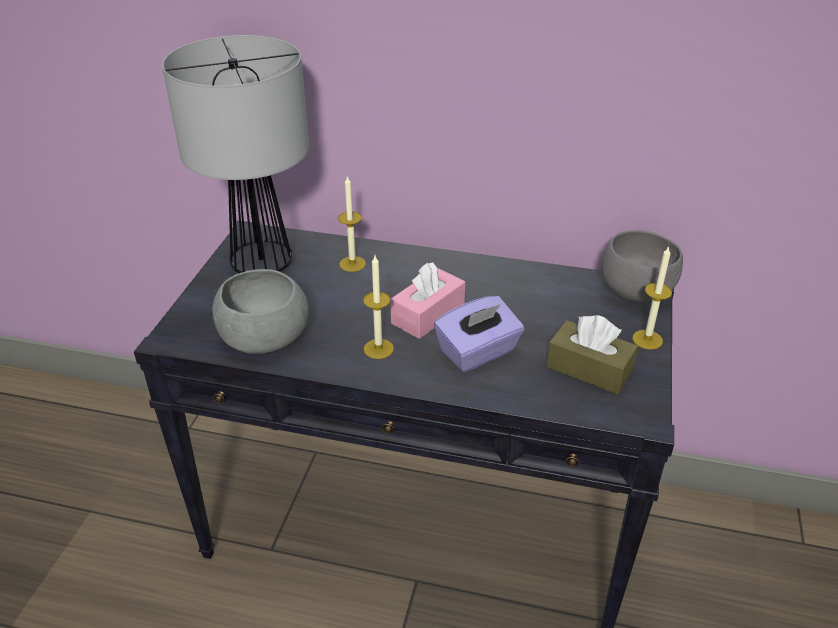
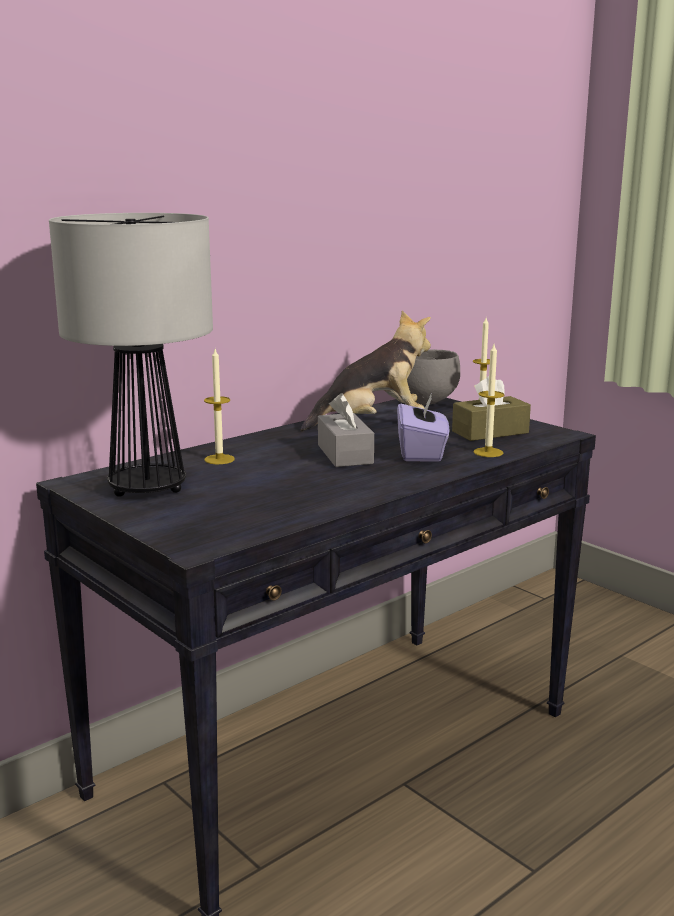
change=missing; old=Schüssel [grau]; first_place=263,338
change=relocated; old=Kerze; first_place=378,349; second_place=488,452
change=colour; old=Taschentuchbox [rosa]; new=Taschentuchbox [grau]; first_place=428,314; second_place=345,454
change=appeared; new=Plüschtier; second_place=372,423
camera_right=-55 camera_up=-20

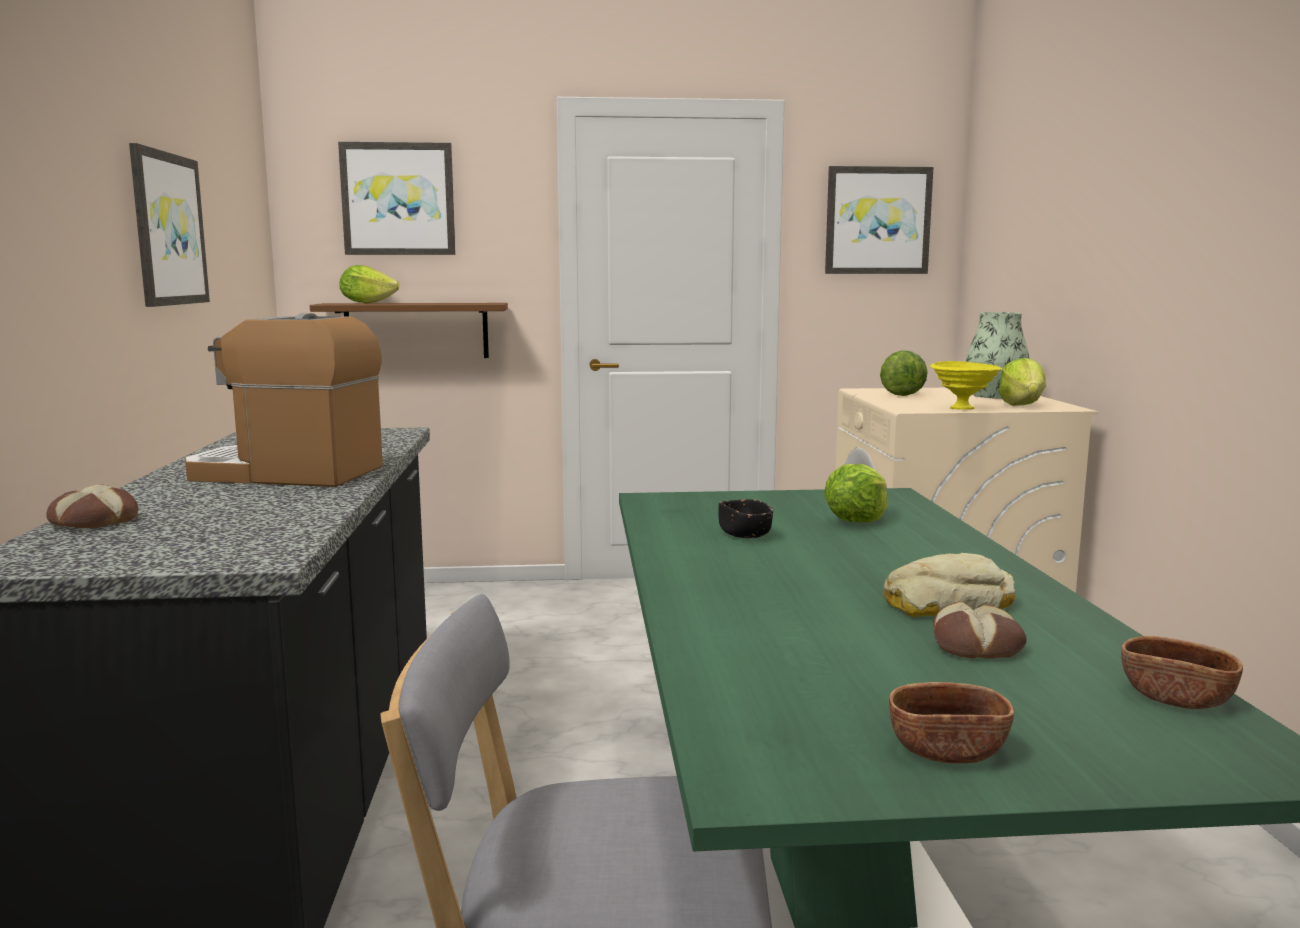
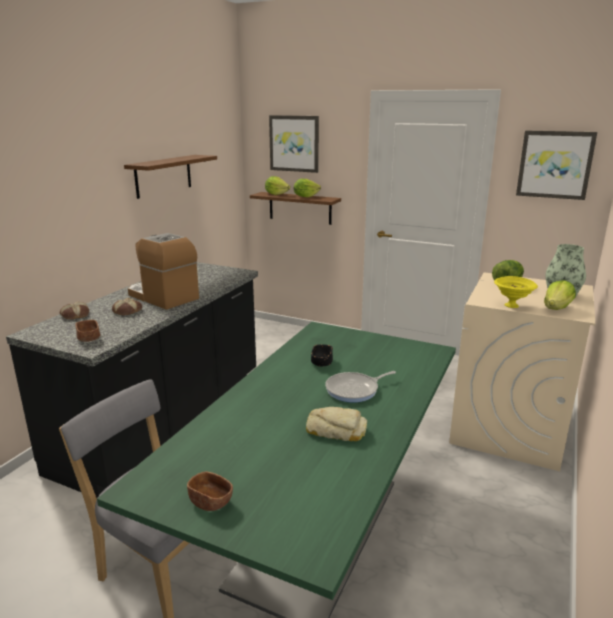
change=exchanged; old=Bild; new=Wandregal [braun]; first_place=167,229; second_place=163,176
change=relocated; old=Salatkopf; first_place=856,520; second_place=305,196
change=relocated; old=Brot; first_place=977,645; second_place=127,311
change=relocated; old=Schüssel [braun]; first_place=1176,698; second_place=89,338
change=appeared; new=Pfanne; second_place=354,390
camera_right=30 camera_up=10

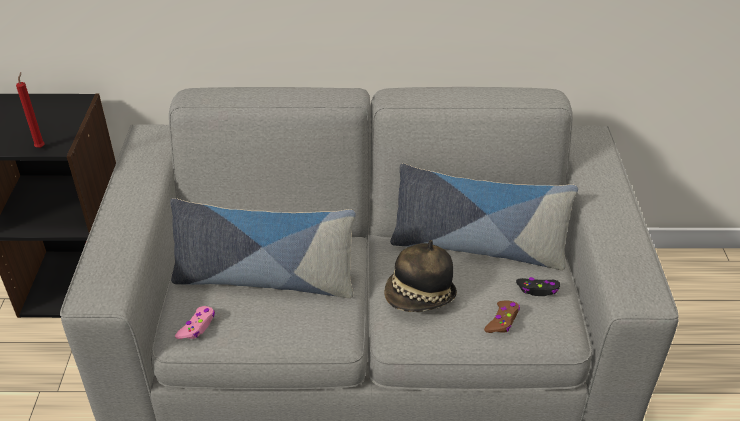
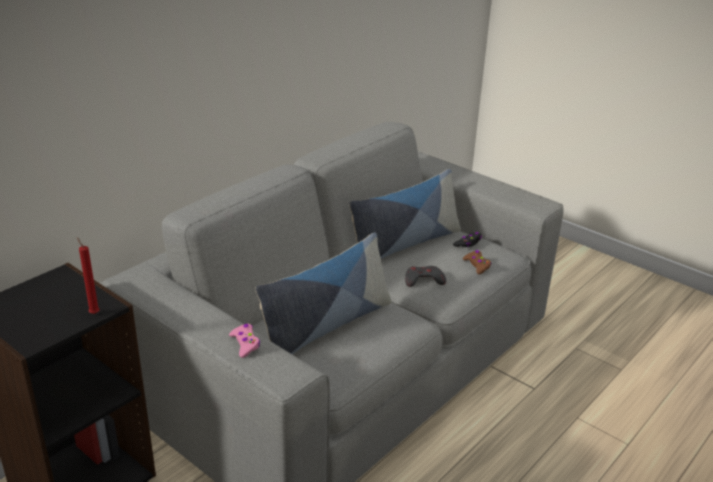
change=relocated; old=Gamepad [rosa]; first_place=197,327; second_place=245,344
change=exchanged; old=Hut; new=Gamepad [grau]; first_place=420,297; second_place=423,280
camera_right=-50 camera_up=-10

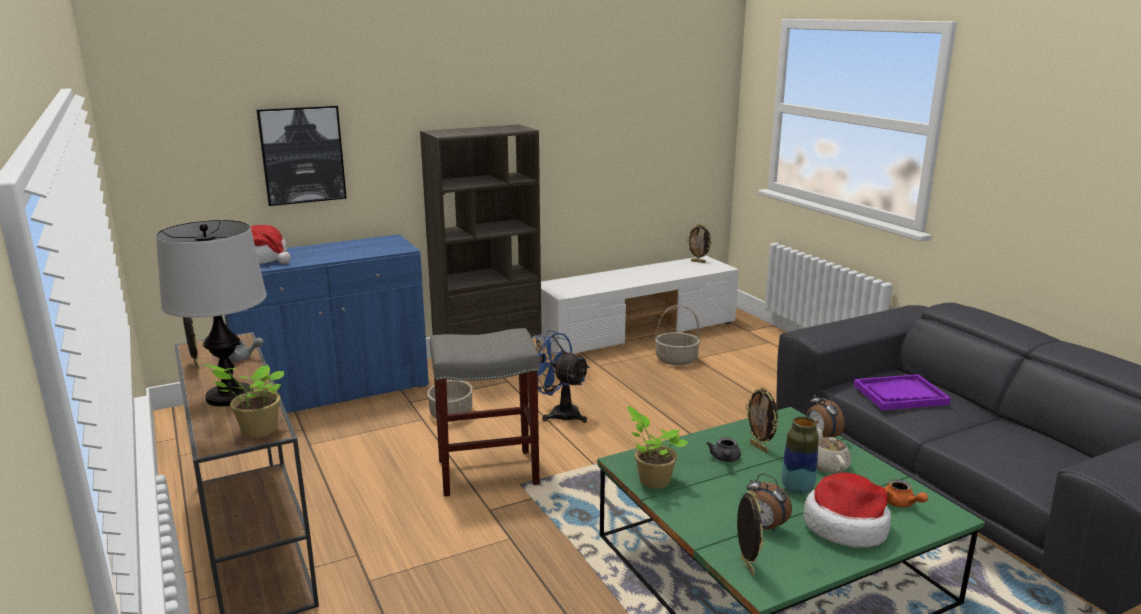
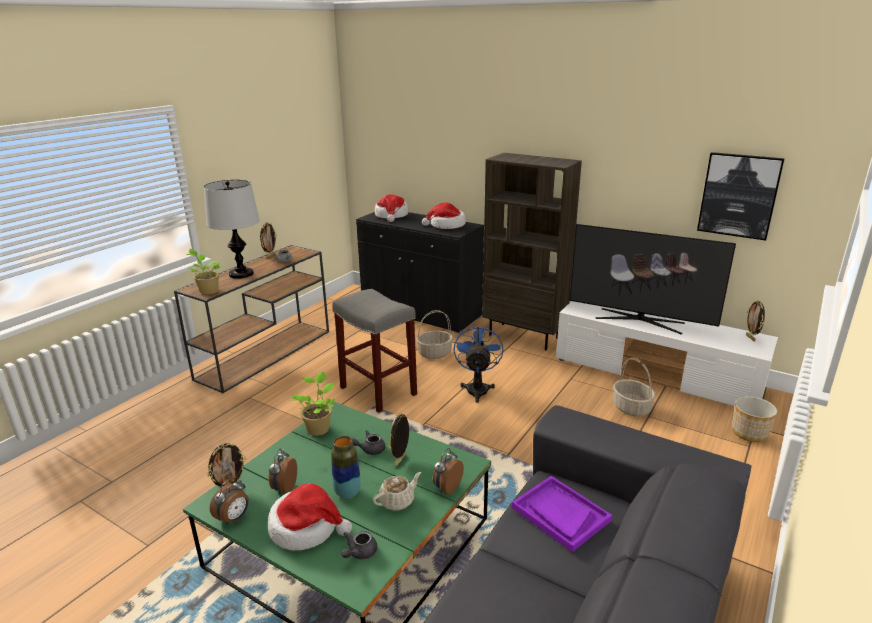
change=colour; old=Schrank [blau]; new=Schrank [schwarz]; first_place=334,391; second_place=421,312
change=relocated; old=Bild; first_place=302,155; second_place=739,195
change=colour; old=Teekanne [orange]; new=Teekanne [grau]; first_place=901,504; second_place=359,553
change=appeared; new=Wecker; second_place=234,518
change=appeared; new=Hut; second_place=446,225
change=appeared; new=Fernseher; second_place=639,320
change=appeared; new=Pflanzkübel; second_place=749,433
camera_right=60 camera_up=5

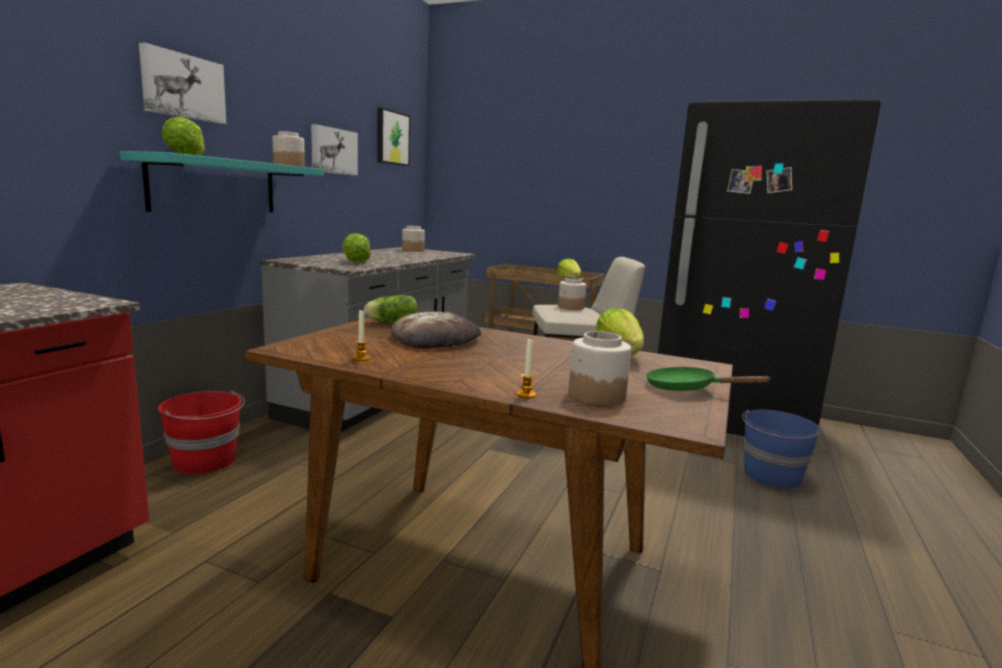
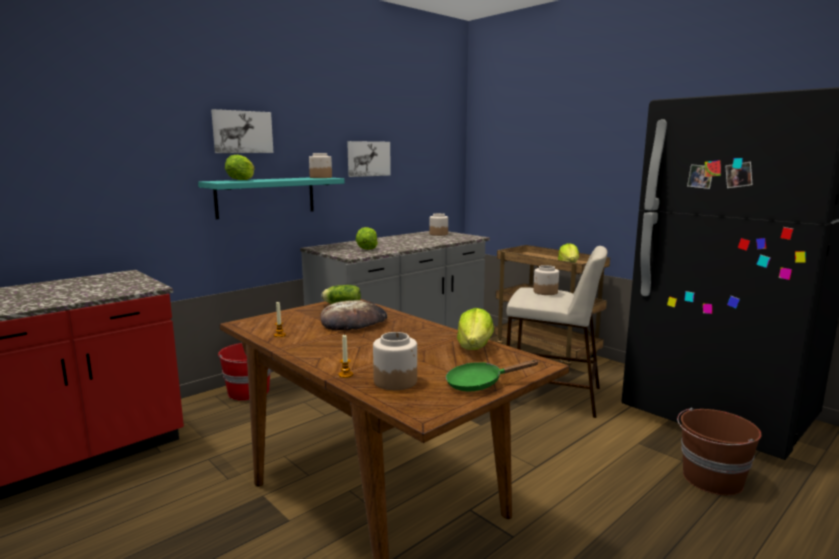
change=missing; old=Bild; first_place=391,138
change=spun; old=Pfanne [grün]; first_place=687,389; second_place=479,384; degrees=-60
change=colour; old=Eimer [blau]; new=Eimer [braun]; first_place=772,476; second_place=711,479
camera_right=25 camera_up=0

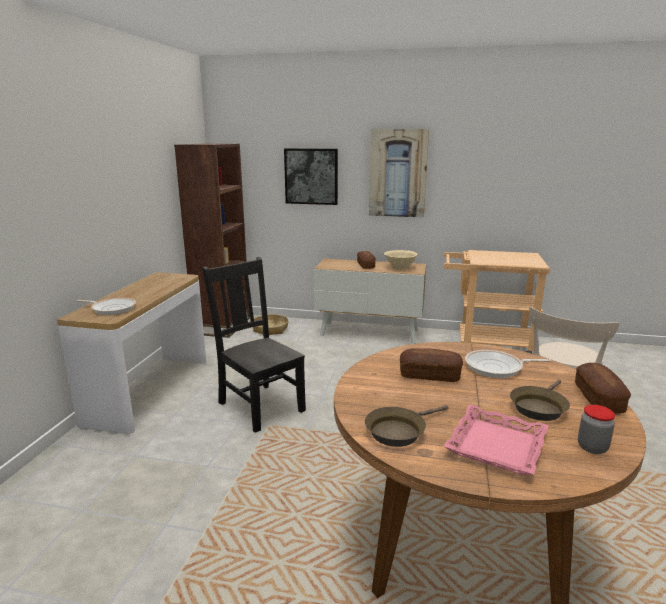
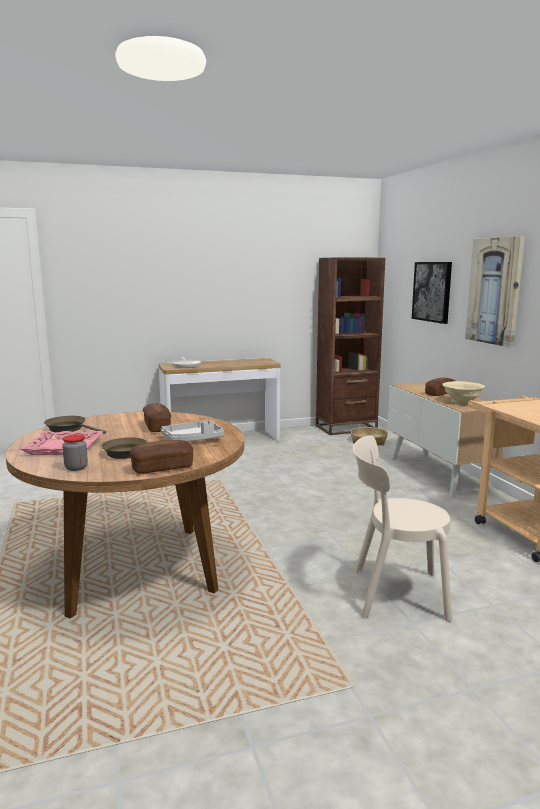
change=missing; old=Stuhl [schwarz]; first_place=259,405
change=exchanged; old=Pfanne; new=Tablett [grau]; first_place=497,368; second_place=193,439
camera_right=60 camera_up=-5

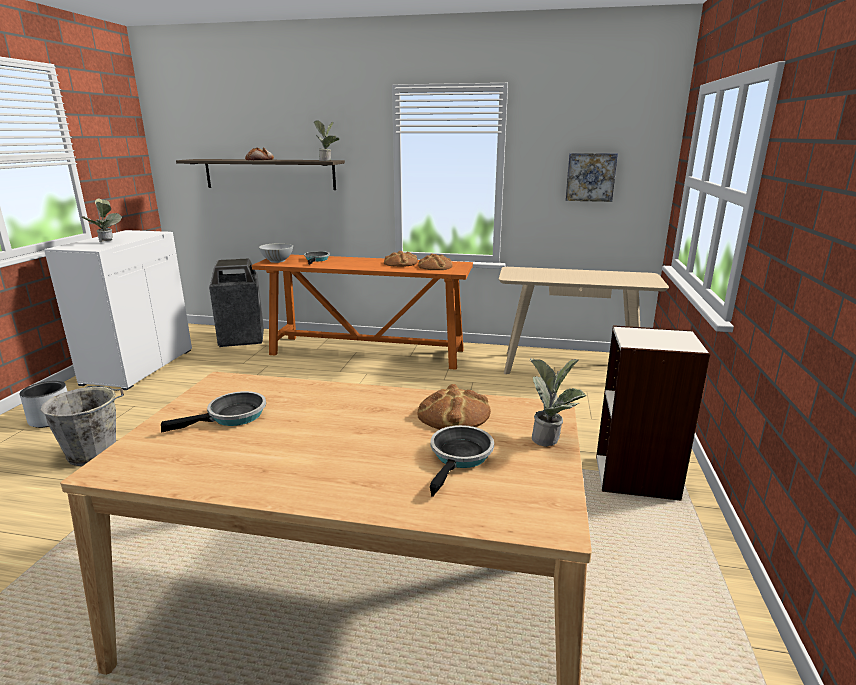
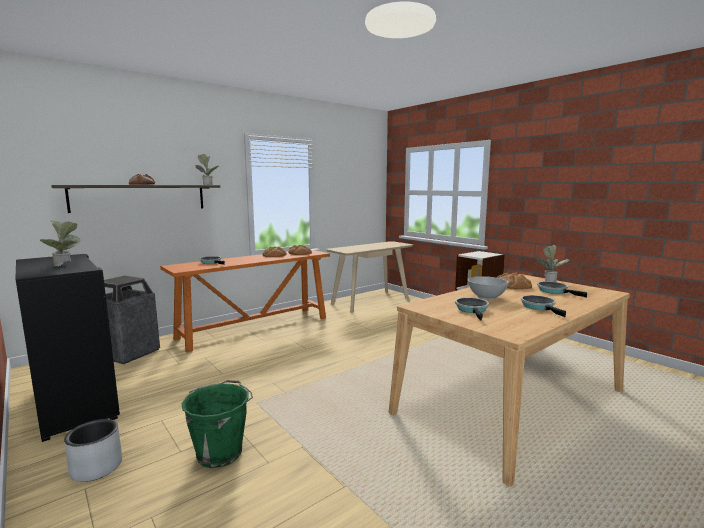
change=colour; old=Eimer [grau]; new=Eimer [grün]; first_place=95,453; second_place=220,452
change=colour; old=Schrank [weiß]; new=Schrank [schwarz]; first_place=138,366; second_place=74,404
change=relocated; old=Schüssel [weiß]; first_place=277,261; second_place=486,297
change=missing; old=Bild; first_place=590,177
change=appeared; new=Pfanne; second_place=539,307
camera_right=-50 camera_up=-10

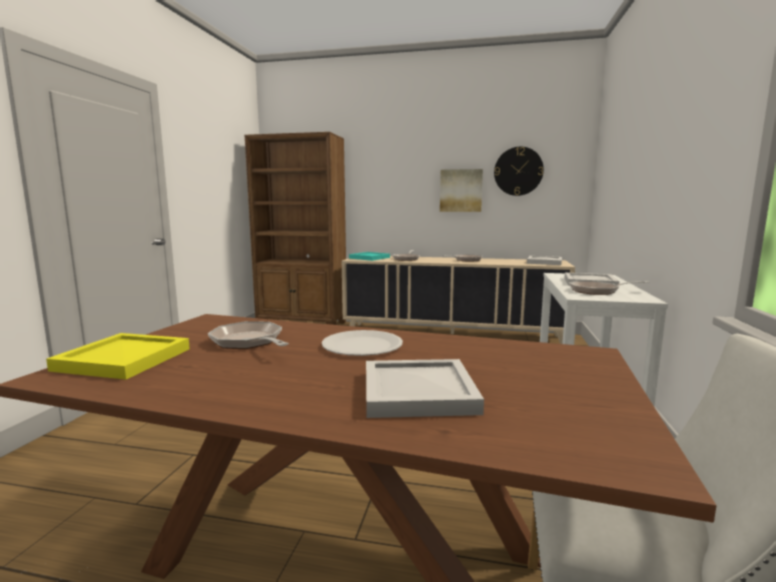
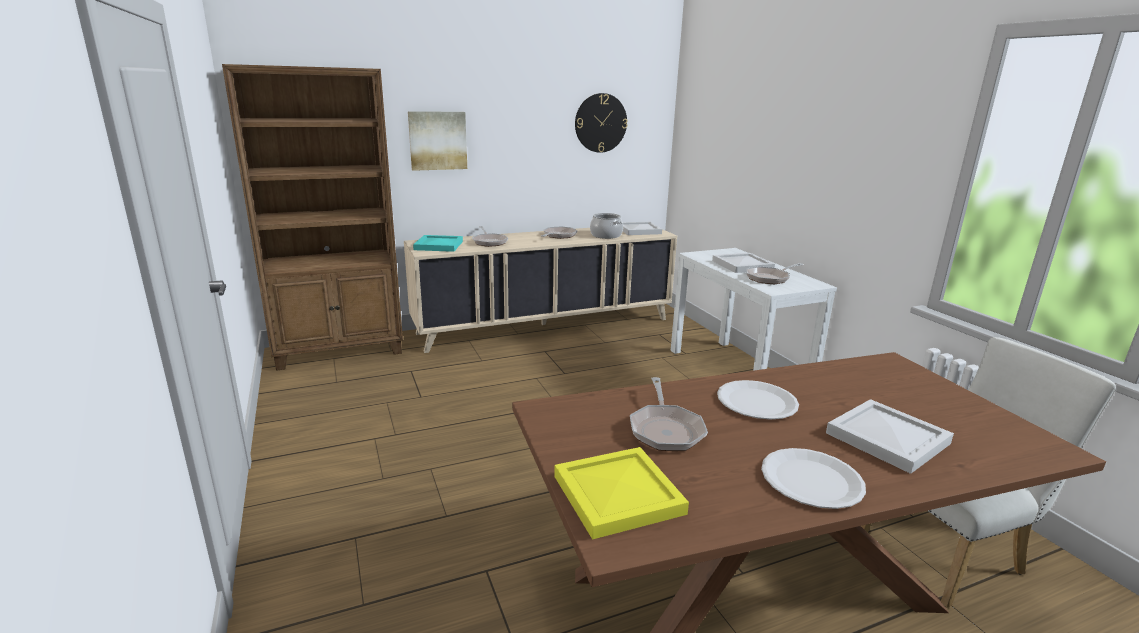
change=spun; old=Pfanne; first_place=249,342; second_place=665,429; degrees=-105
change=relocated; old=Bild; first_place=461,190; second_place=437,140
change=appeared; new=Kochtopf; second_place=606,235
change=appeared; new=Teller [weiß]; second_place=811,480
camera_right=-35 camera_up=10

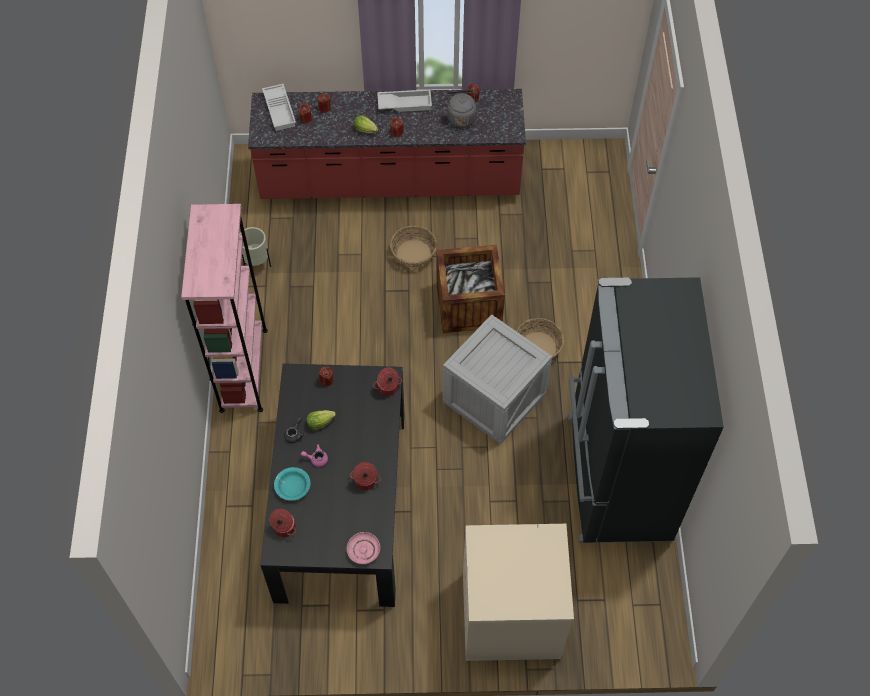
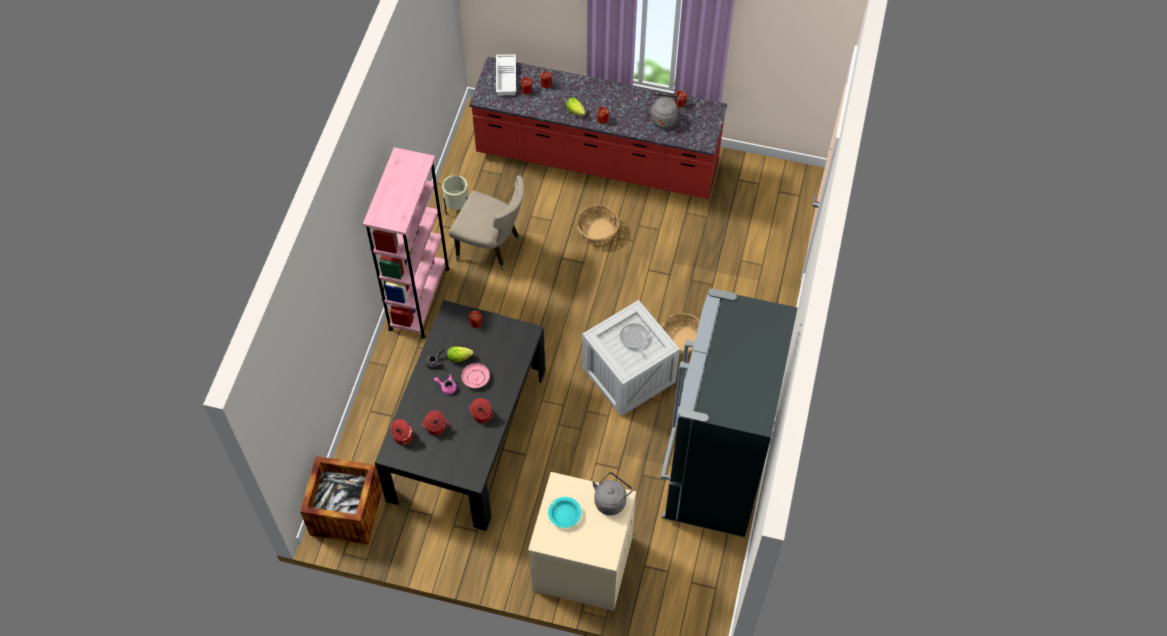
change=relocated; old=Schüssel [türkis]; first_place=292,486; second_place=564,514
change=relocated; old=Teller [rosa]; first_place=363,550; second_place=475,378
change=relocated; old=Kochtopf; first_place=388,388; second_place=435,428
change=missing; old=Tablett [weiß]; first_place=405,103
change=relocated; old=Kiste; first_place=468,305; second_place=346,512
change=appeared; new=Stuhl [beige]; second_place=492,248
change=appeared; new=Wasserkessel [grau]; second_place=611,500
change=appeared; new=Pfanne; second_place=634,339
camera_right=15 camera_up=0

